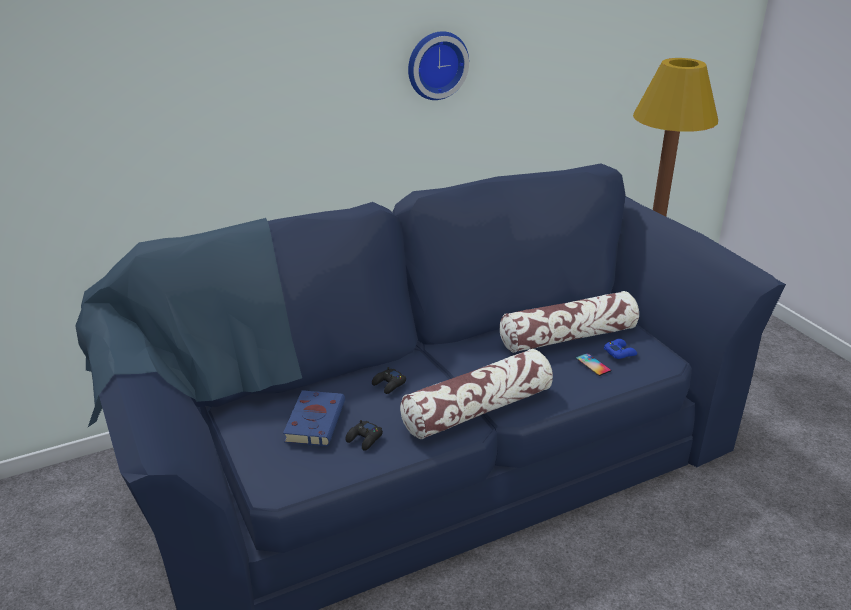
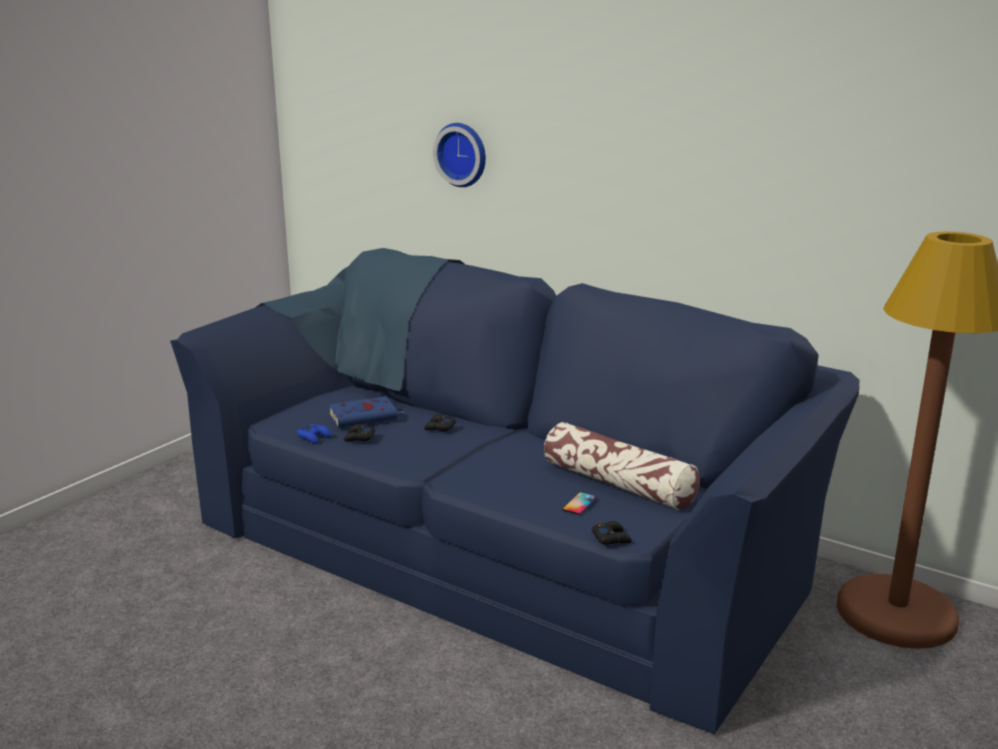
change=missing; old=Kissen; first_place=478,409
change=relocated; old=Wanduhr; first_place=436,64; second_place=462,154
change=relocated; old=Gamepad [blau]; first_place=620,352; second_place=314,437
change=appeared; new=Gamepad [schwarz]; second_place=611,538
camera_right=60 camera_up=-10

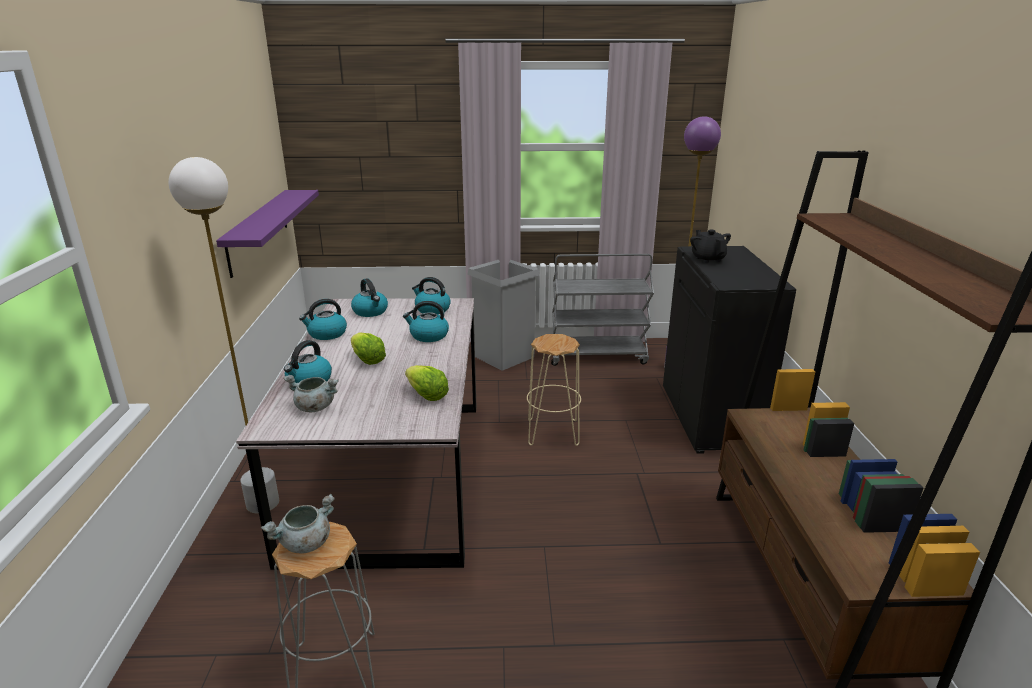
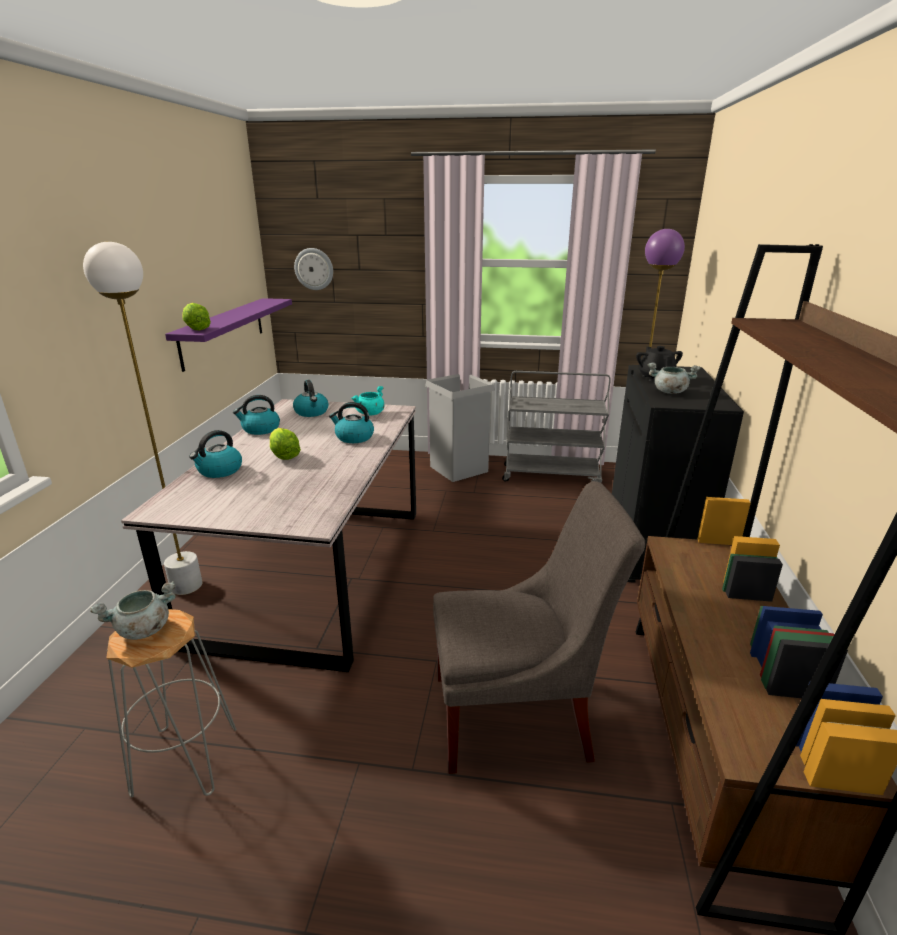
change=relocated; old=Kochtopf [grau]; first_place=314,407; second_place=669,392
change=relocated; old=Salatkopf; first_place=427,396; second_place=196,329
change=exchanged; old=Wasserkessel; new=Kochtopf [türkis]; first_place=432,309; second_place=370,414
change=missing; old=Hocker [beige]; first_place=553,432
change=appeared; new=Wanduhr; second_place=314,269
change=appeared; new=Stuhl [grau]; second_place=518,716
camera_right=10 camera_up=0

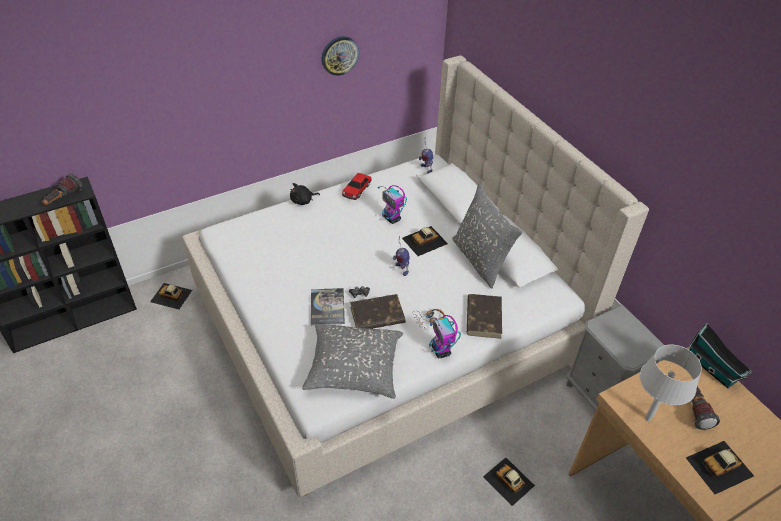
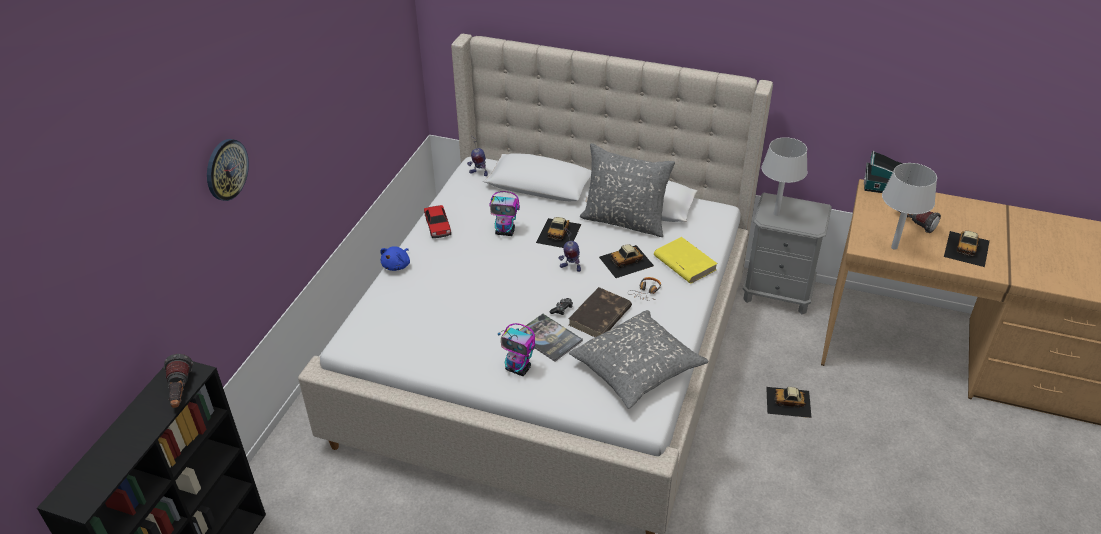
change=relocated; old=Spielzeugauto; first_place=171,296; second_place=626,261
change=colour; old=Plüschtier [schwarz]; new=Plüschtier [blau]; first_place=303,201; second_place=397,265
change=relocated; old=Wanduhr; first_place=339,55; second_place=226,169
change=relocated; old=Spielzeugroboter; first_place=441,351; second_place=518,369
change=colour; old=Buch [braun]; new=Buch [gelb]; first_place=483,317; second_place=684,263
change=appeared; new=Tischlampe [grau]; second_place=776,214
camera_right=-40 camera_up=-5

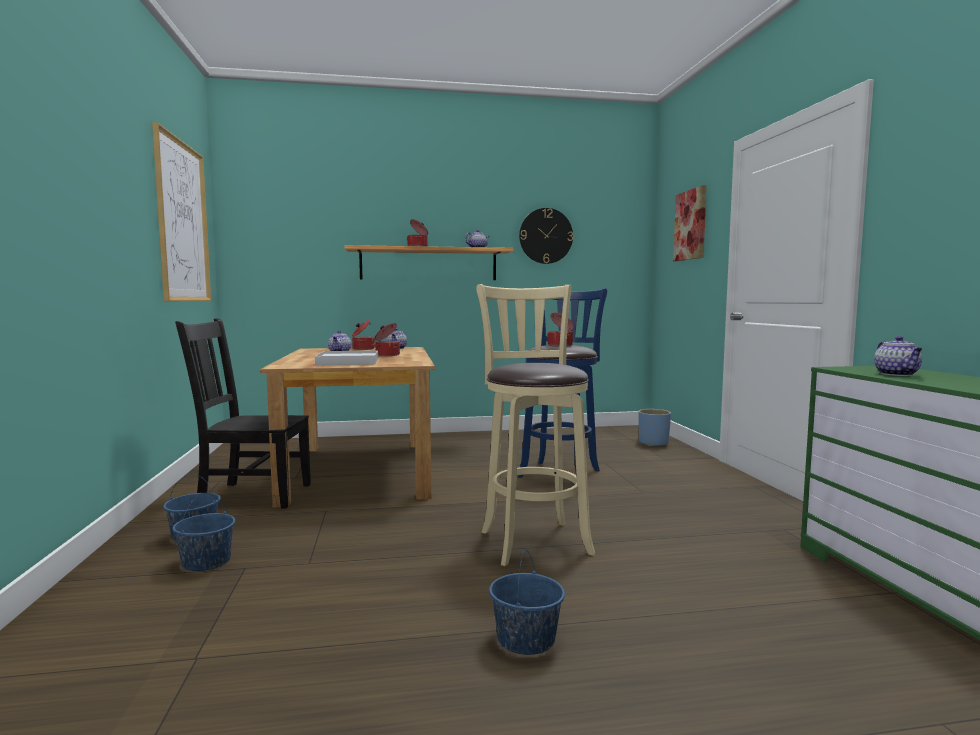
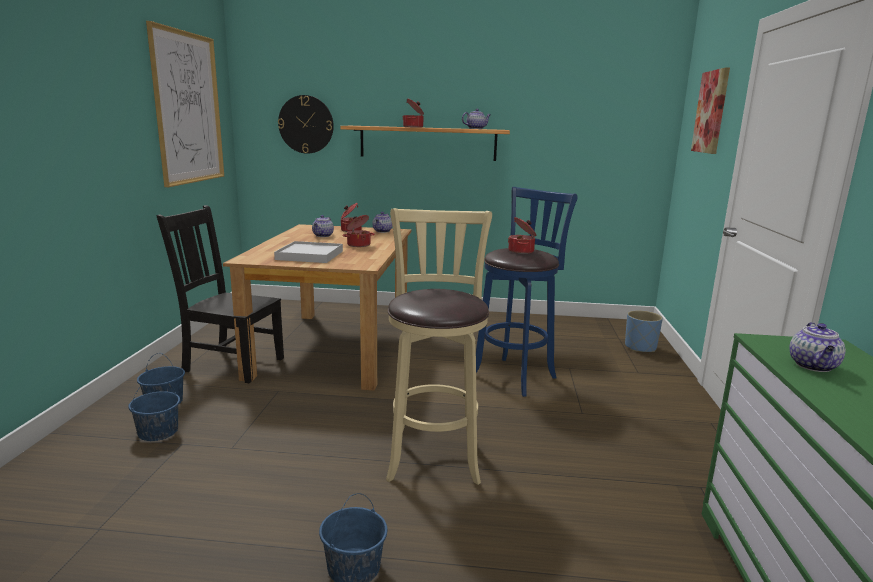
change=relocated; old=Wanduhr; first_place=546,236; second_place=306,124
camera_right=15 camera_up=10

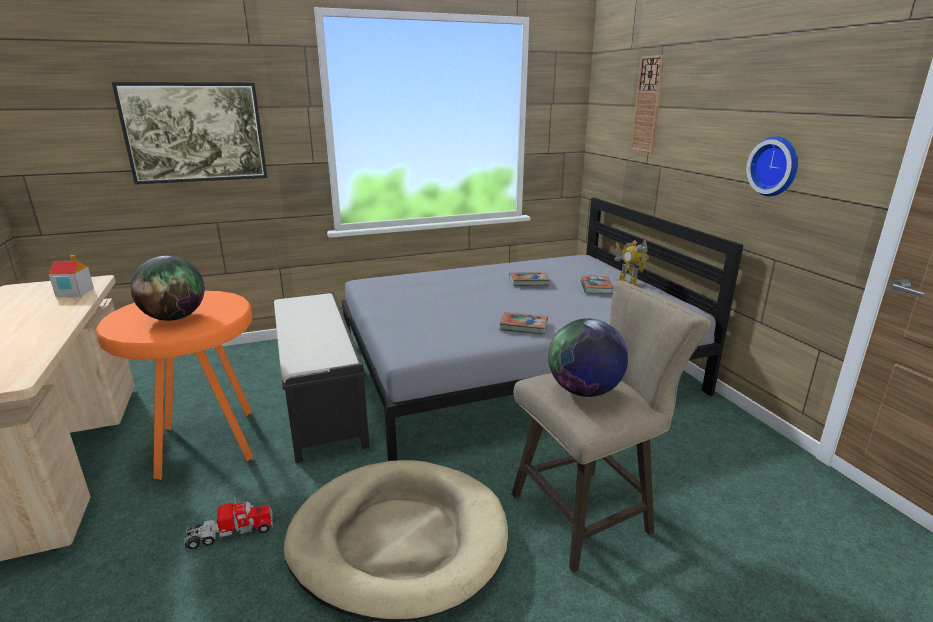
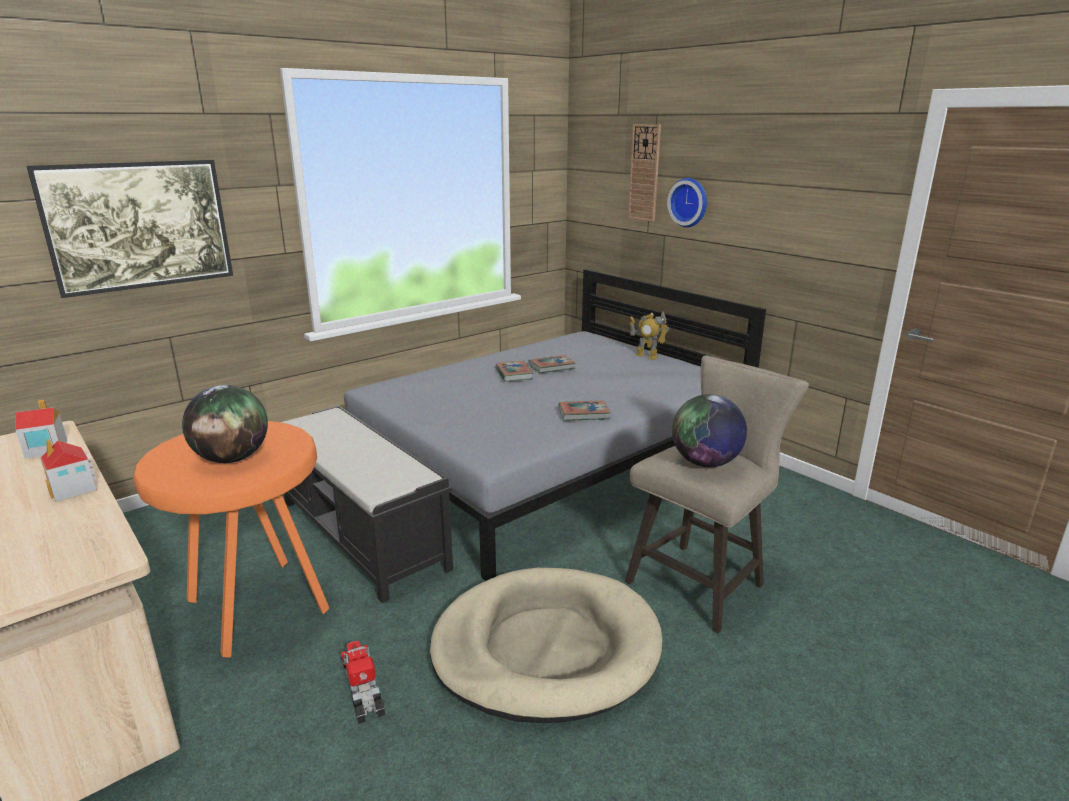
change=spun; old=Spielzeuglaster; first_place=230,533; second_place=363,687; degrees=-75
change=relocated; old=Buch; first_place=596,287; second_place=513,374
change=relocated; old=Wanduhr; first_place=775,166; second_place=689,202
change=appeared; new=Spielzeughaus; second_place=73,489
camera_right=-20 camera_up=0

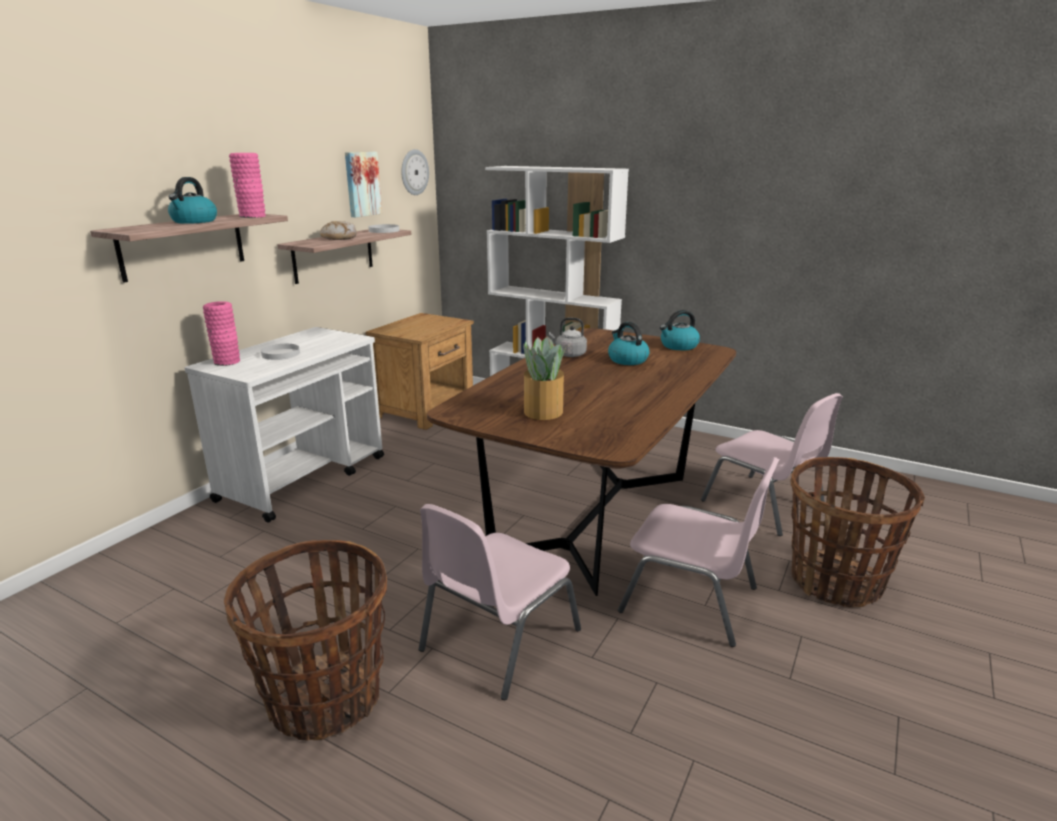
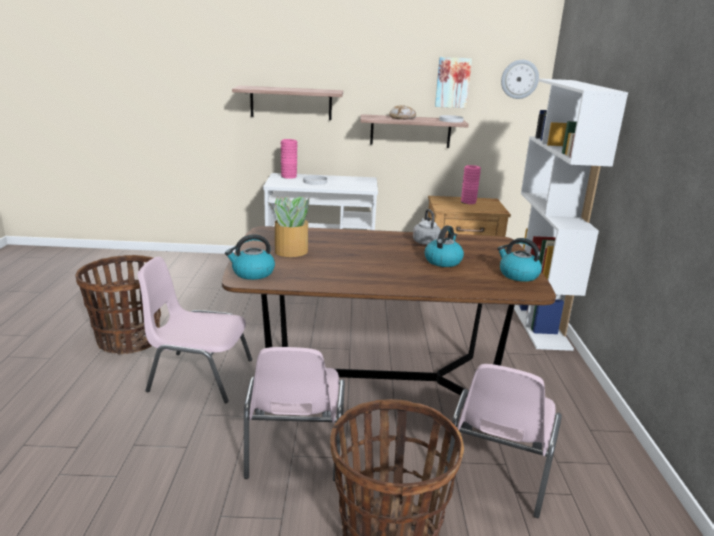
change=relocated; old=Wasserkessel; first_place=194,221; second_place=252,273
change=relocated; old=Vase [rosa]; first_place=252,216; second_place=468,202
camera_right=60 camera_up=0

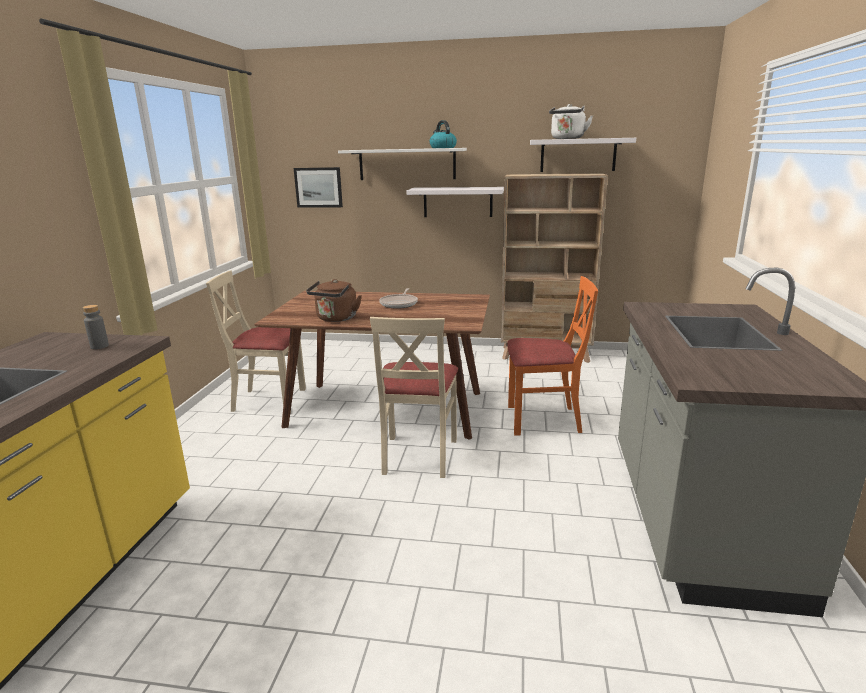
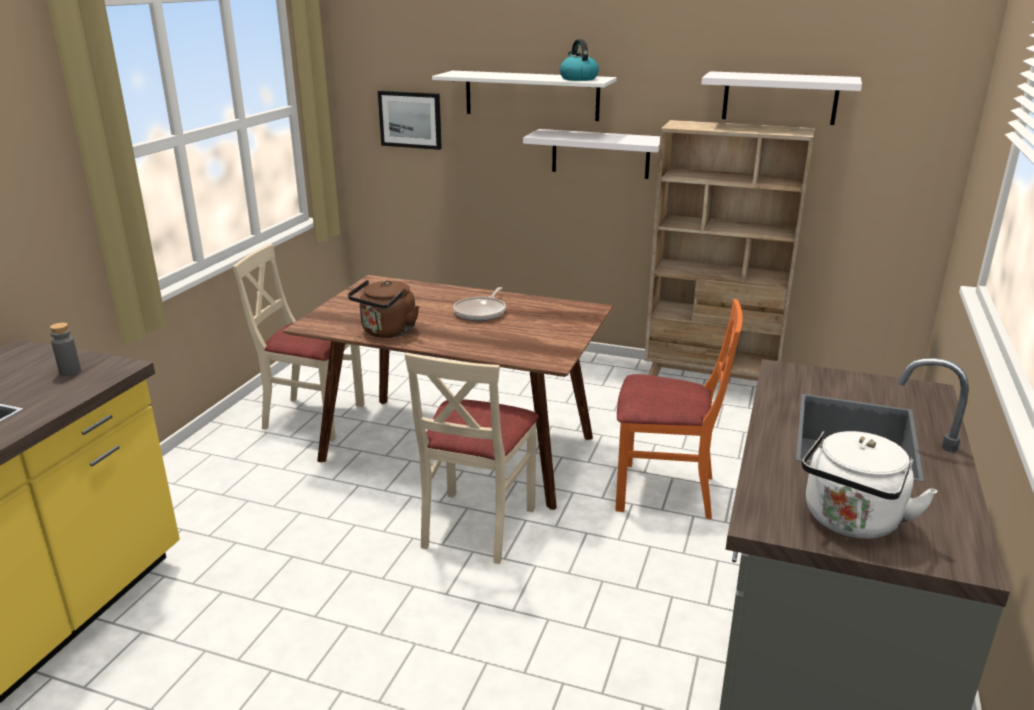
change=relocated; old=Wasserkessel [weiß]; first_place=567,138; second_place=851,522
camera_right=10 camera_up=5

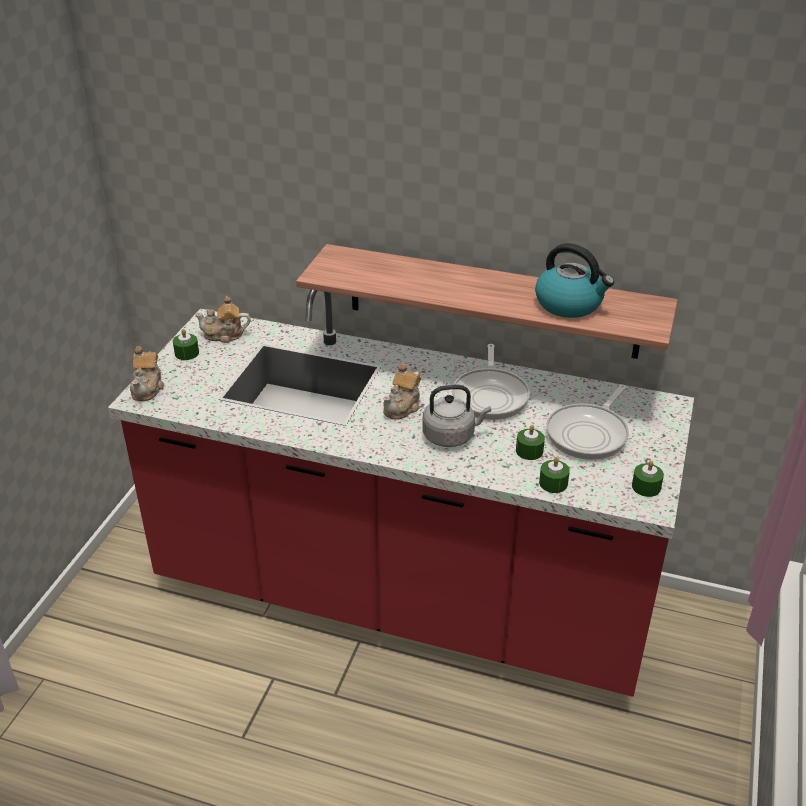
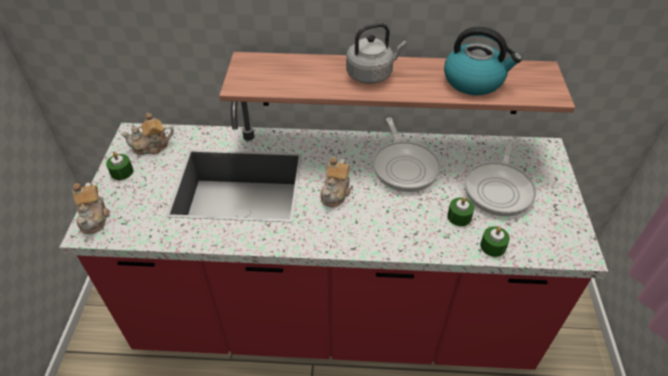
change=relocated; old=Wasserkessel [grau]; first_place=451,436; second_place=371,74
change=missing; old=Kerze [grün]; first_place=646,487
camera_right=-15 camera_up=10

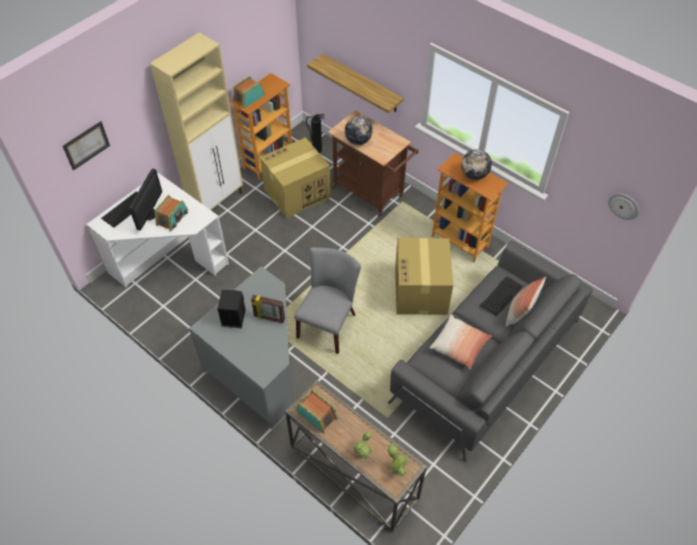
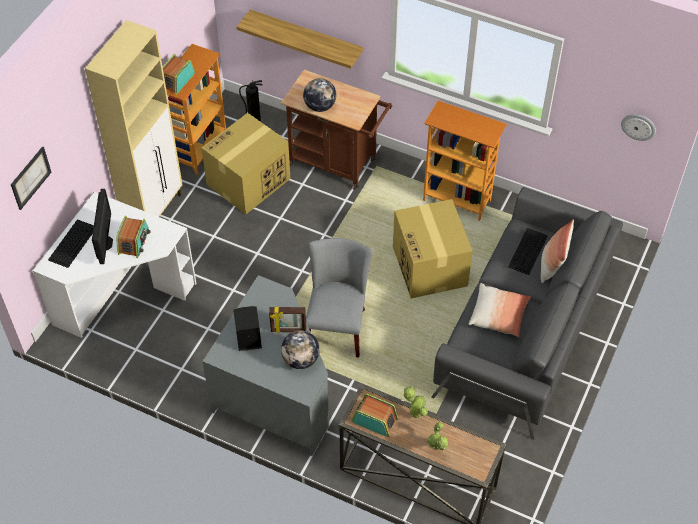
change=relocated; old=Topfpflanze; first_place=396,469; second_place=415,414
change=relocated; old=Globus; first_place=474,175; second_place=301,360
camera_right=-15 camera_up=0

